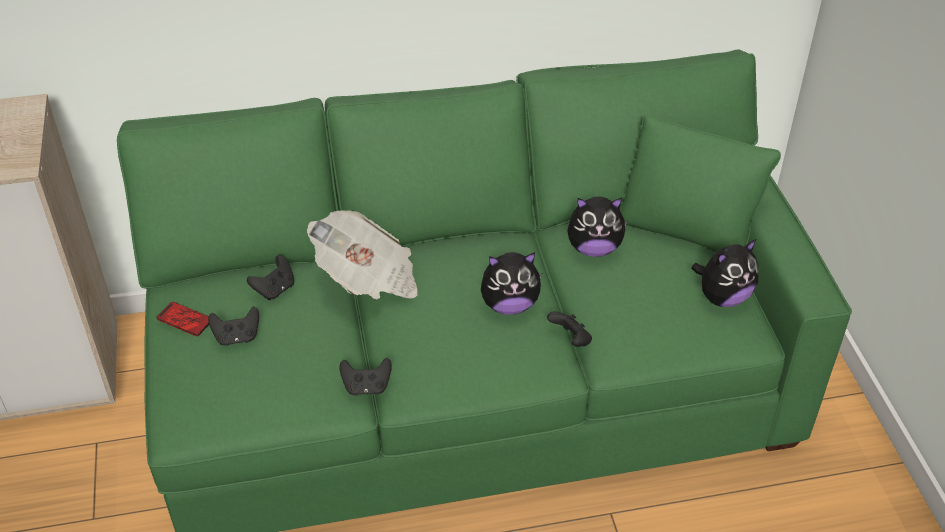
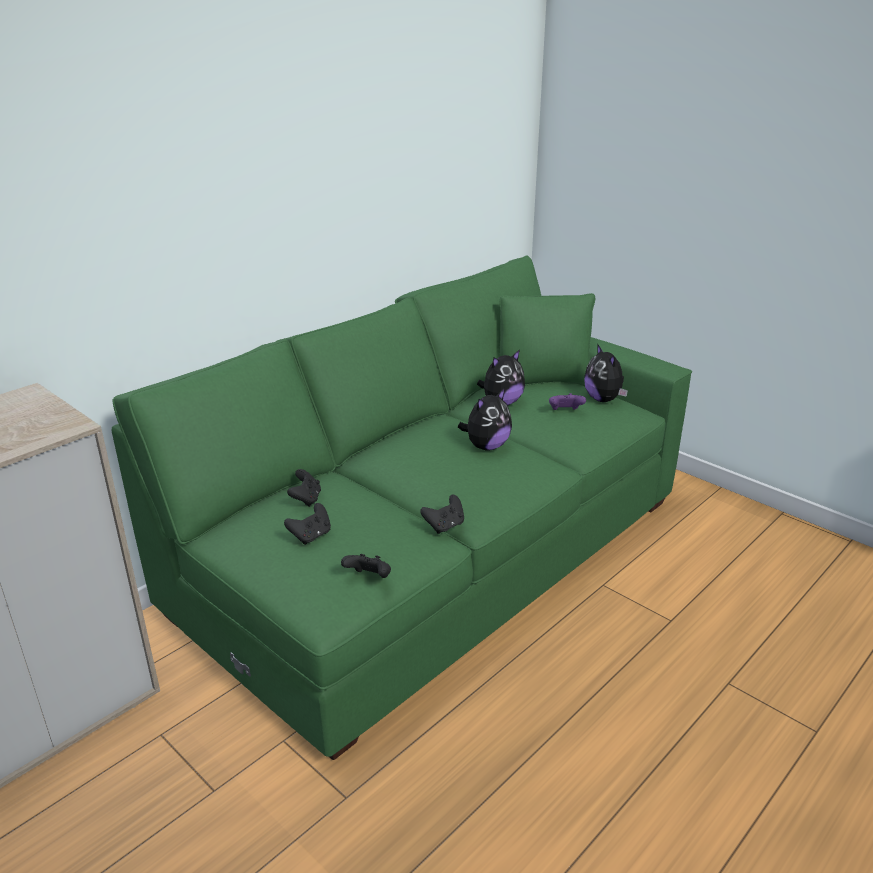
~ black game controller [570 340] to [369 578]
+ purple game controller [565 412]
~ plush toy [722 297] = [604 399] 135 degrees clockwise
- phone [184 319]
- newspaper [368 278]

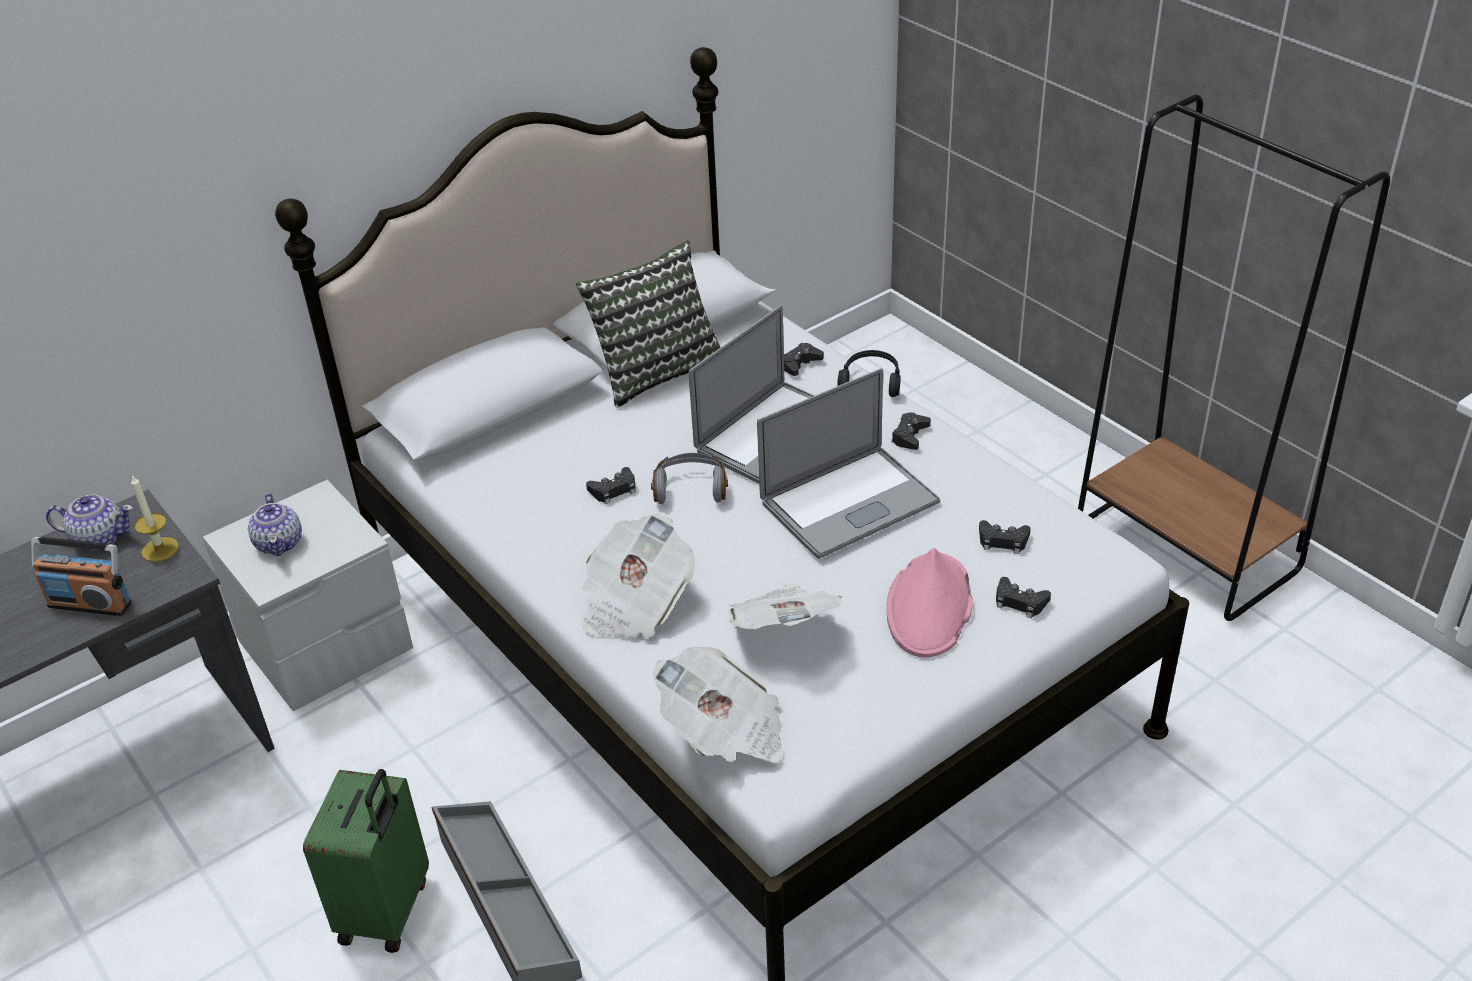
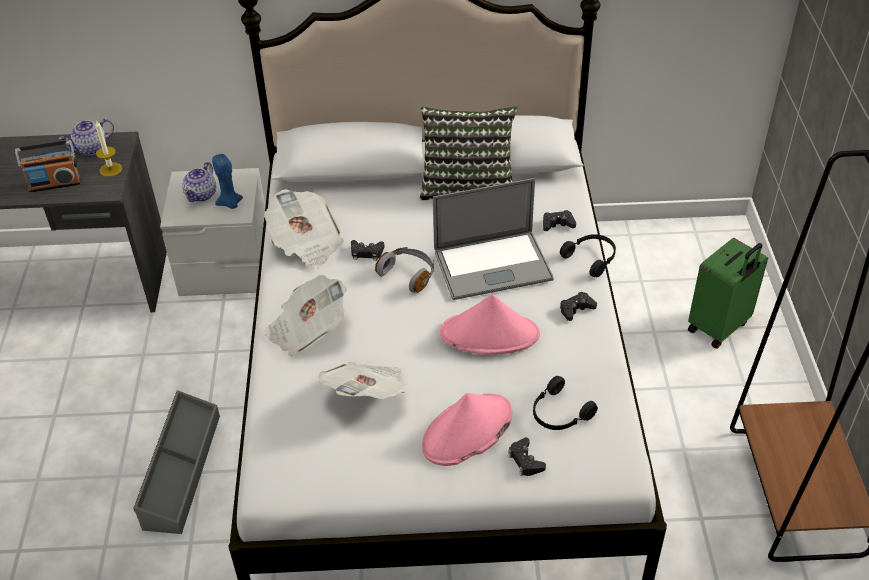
~ radio [90 603] = [55 184] 60 degrees counterclockwise
~ teapot [99 538] = [92 148] 105 degrees clockwise
+ blue candle [230 204]
~ newspaper [724 731] to [306 244]
~ laptop [849 502] to pink hat [490 334]
~ black game controller [1003 541] to black headphones [559 413]
~ green suitcase [387 911] to [719 327]

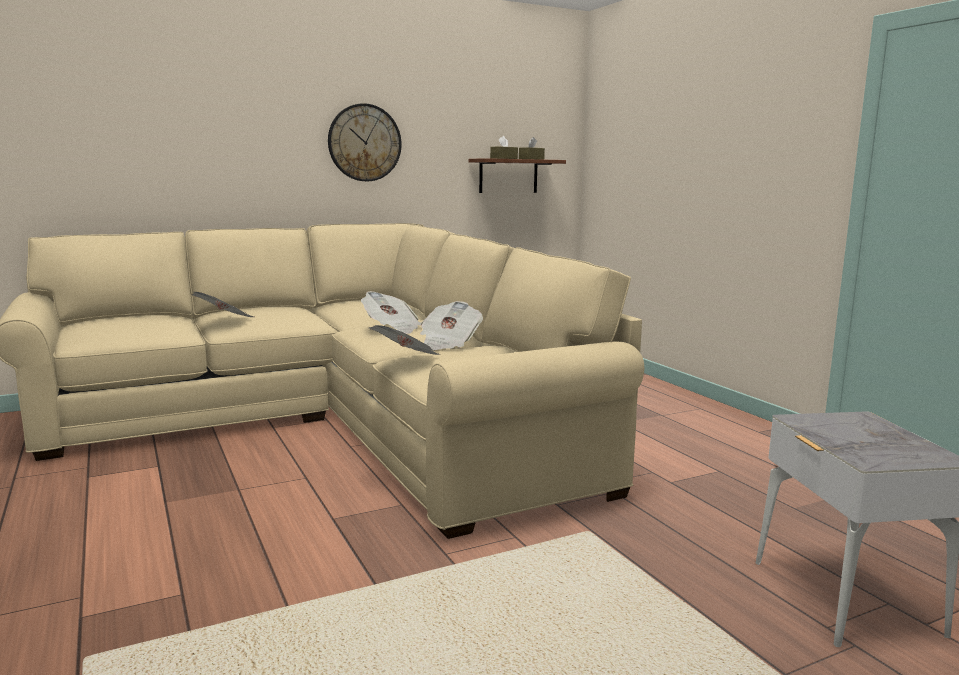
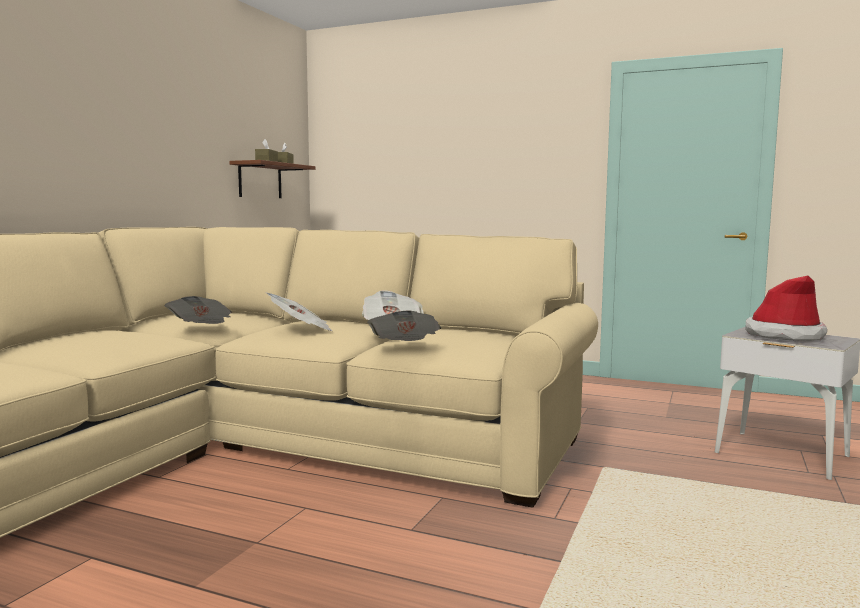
~ newspaper [225 320] to [201 328]
+ hat [784 335]
- wall clock [364 143]

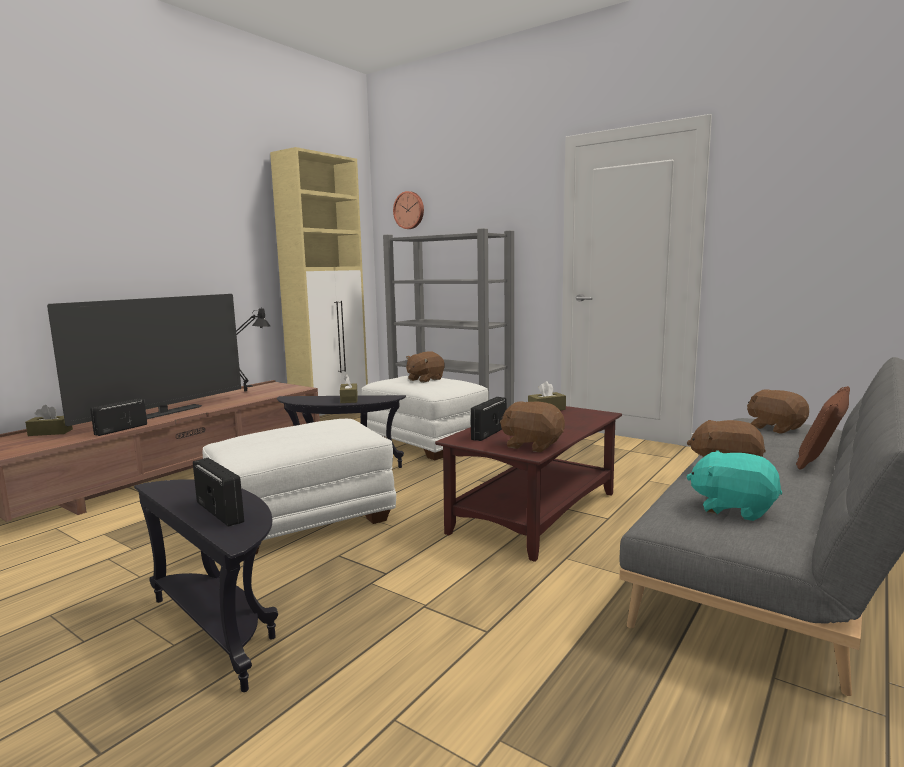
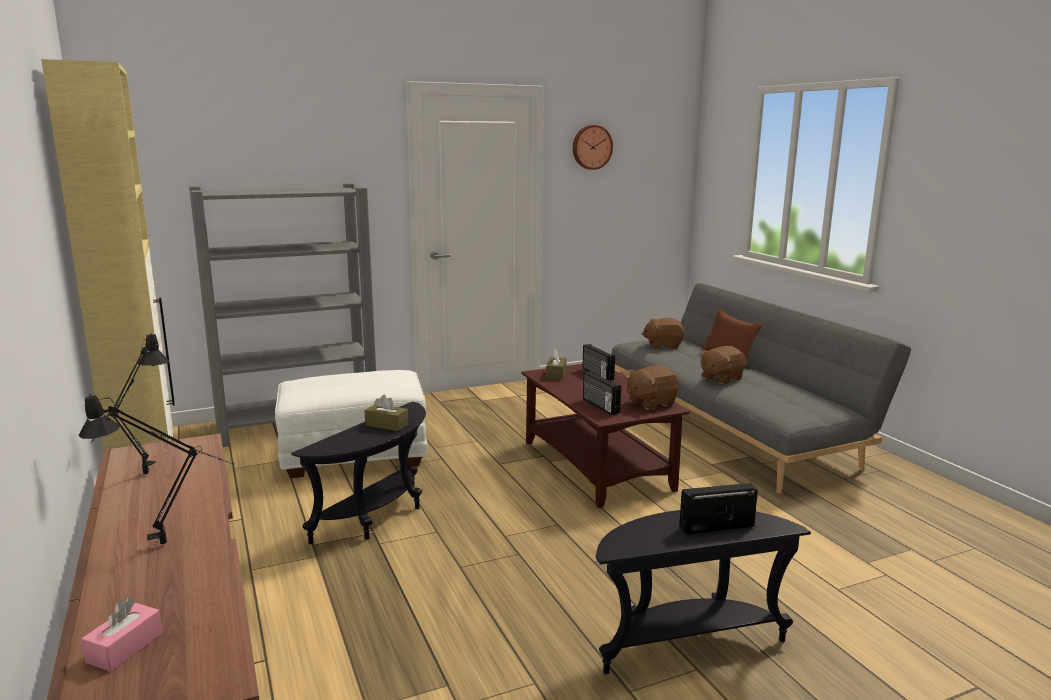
~ television [164 413] to black table lamp [173 543]
~ brown tissue box [50 432] to pink tissue box [125 647]
~ wall clock [409 210] to [591 147]
~ radio [120 429] to [597 374]
- white ottoman [303 520]
- brown plush toy [424 379]
- turquoise plush toy [733 508]

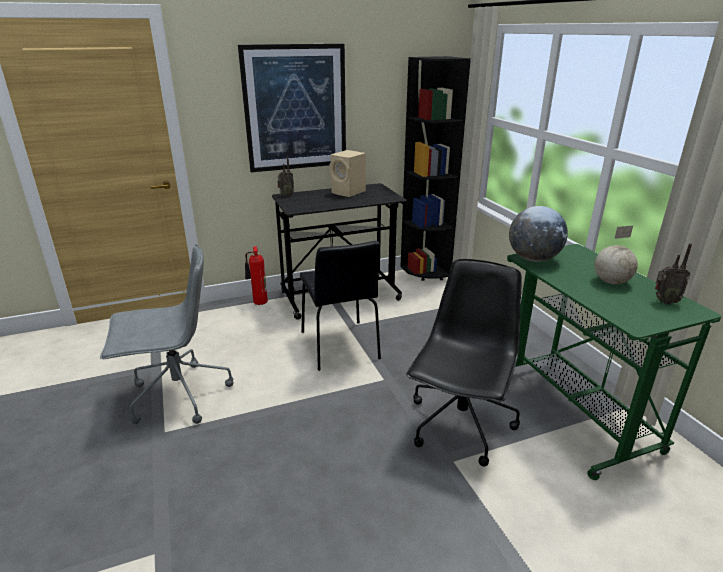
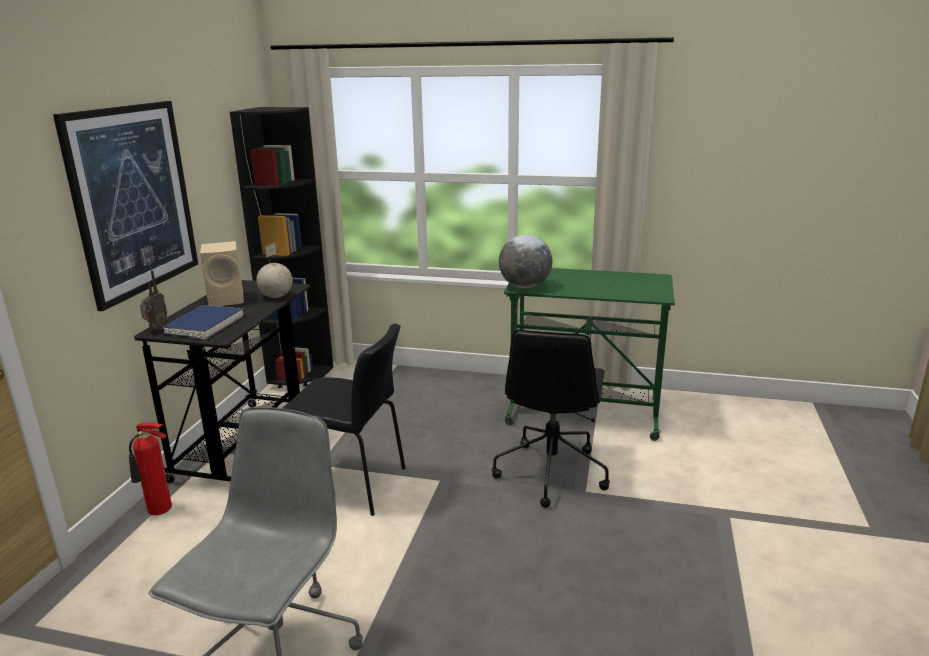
+ blue book [204 325]
~ globe [610 282] to [276 297]
~ black office chair [459 429] = [551 470] 135 degrees counterclockwise
- radio [664 301]

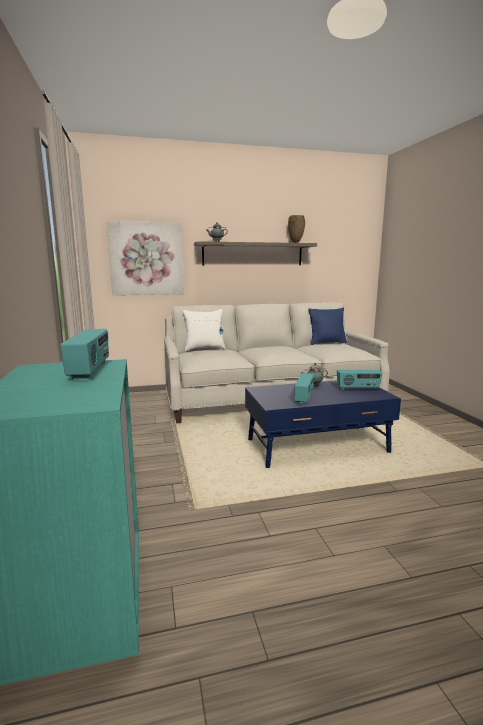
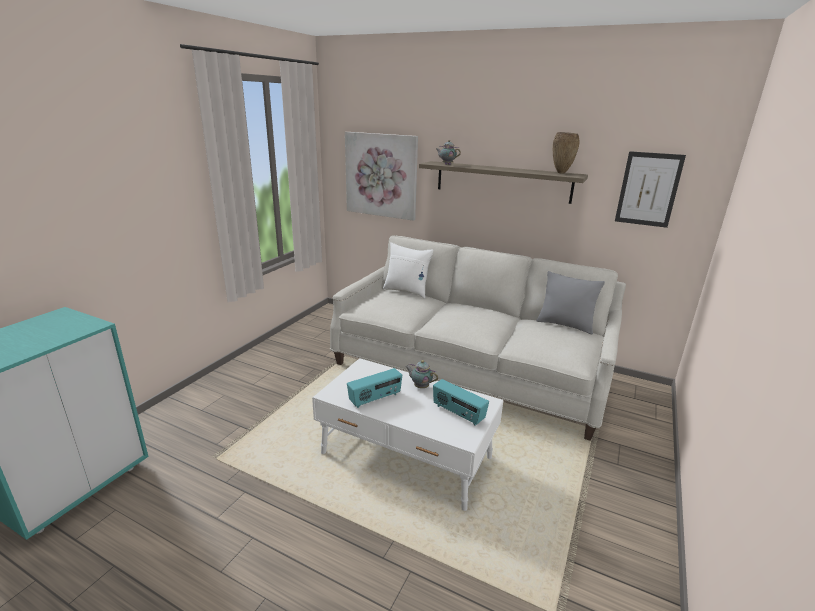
~ blue coffee table [317 446] to white coffee table [407 455]
~ blue pillow [327 343] to grey pillow [565 325]
+ picture [648 189]
- radio [90 371]

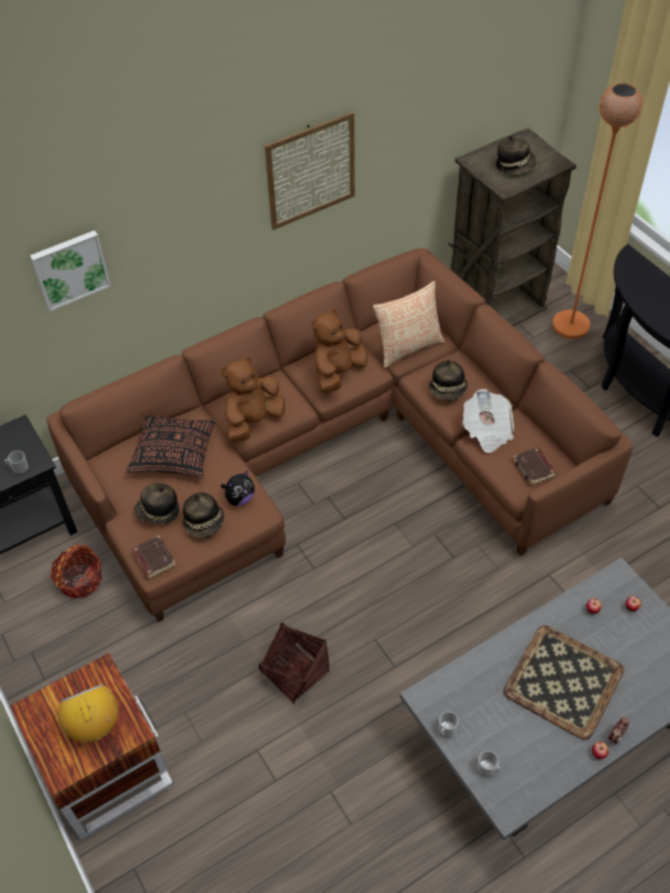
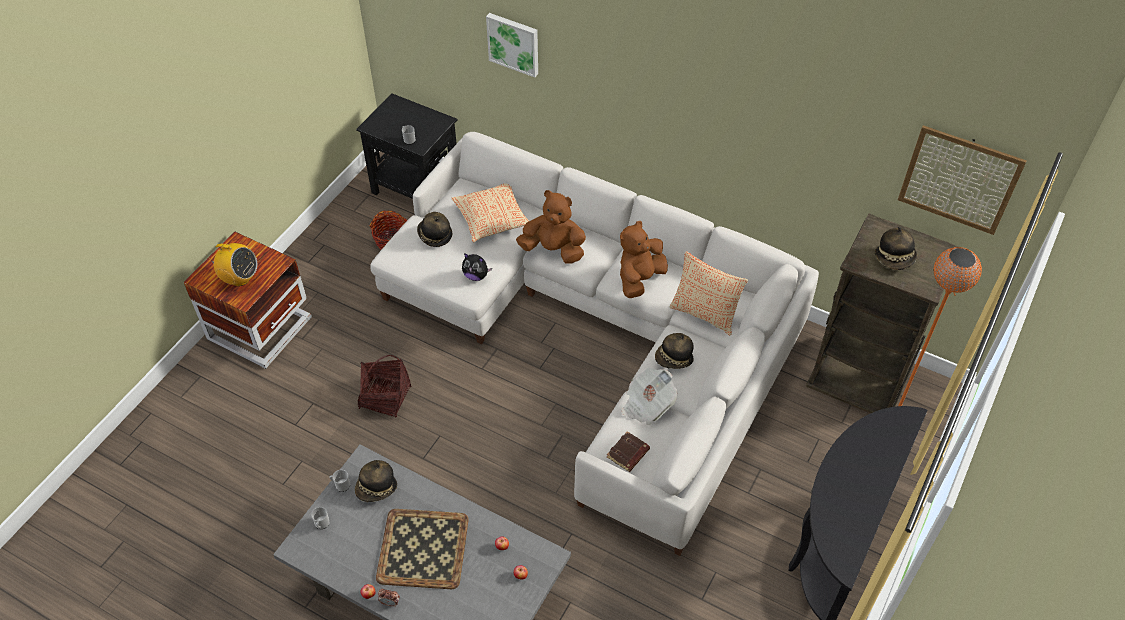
~ radio [95 725] = [240 278] 75 degrees clockwise
~ hat [204 523] to [376 489]
~ brown sofa [333 452] to white sofa [601 331]
~ black pillow [174 454] to beige pillow [492 219]
~ brown plush toy [338 373] = [639 279] 60 degrees counterclockwise
~ picture [310 169] to [960 178]
- brown book [153 559]

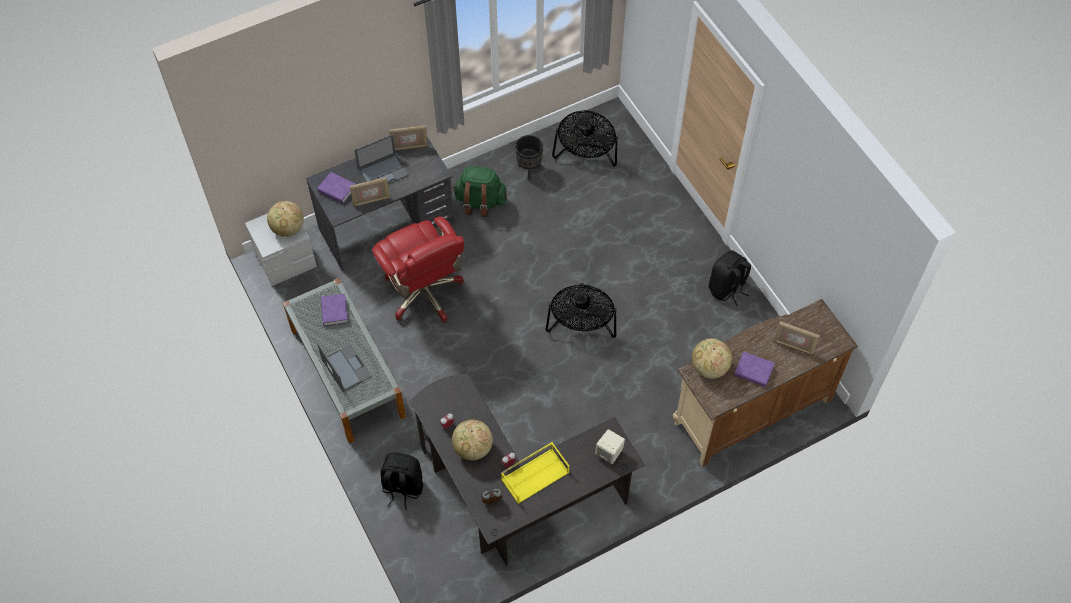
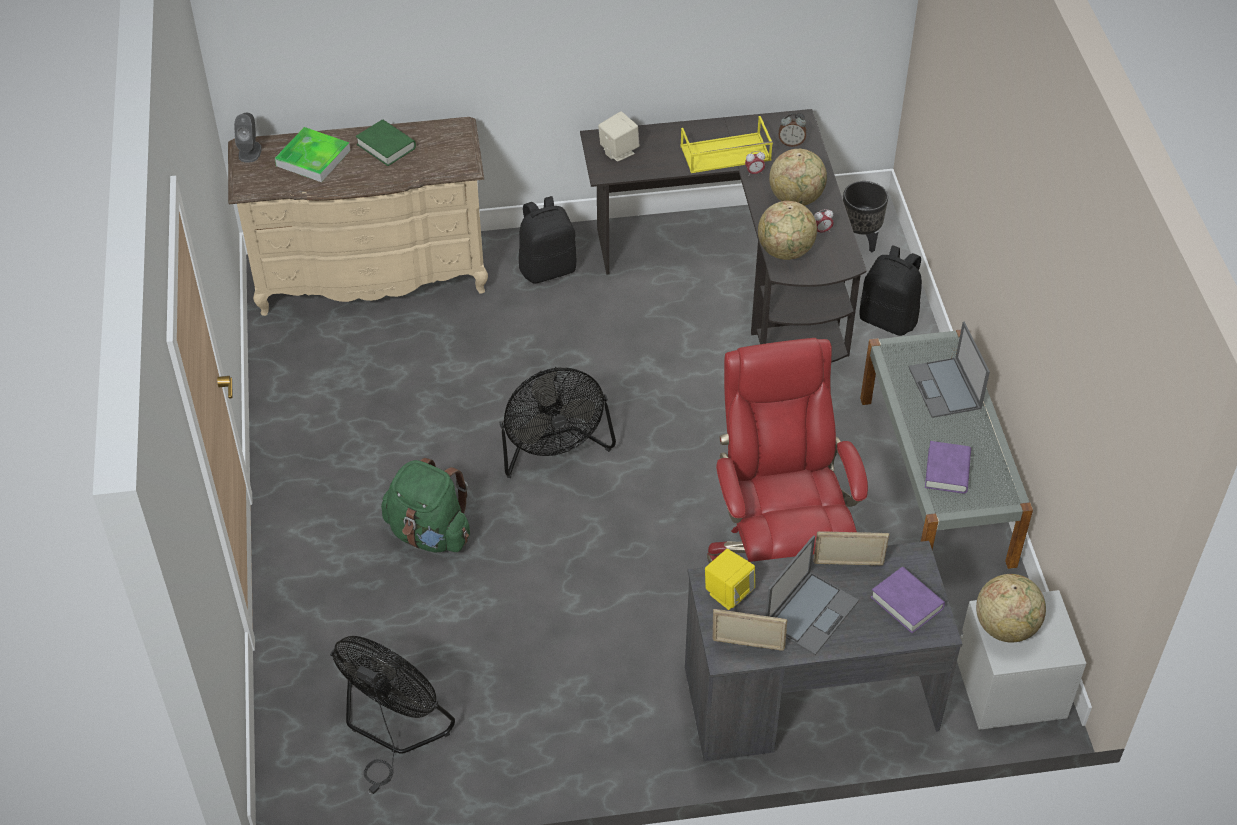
+ grey speaker [250 151]
~ picture frame [793 346] to tray [313 158]
~ purple book [753 371] to green book [386 146]
~ green backpack [480 202] to [429 533]
~ black fan [579 322] = [548 448] 135 degrees clockwise
~ black backpack [727 289] to [548 268]
+ yellow speaker [728 593]
~ globe [709 367] to [785 251]
~ laptop [383 172] = [811 612] 135 degrees clockwise
~ black planter [529 169] to [859 241]

